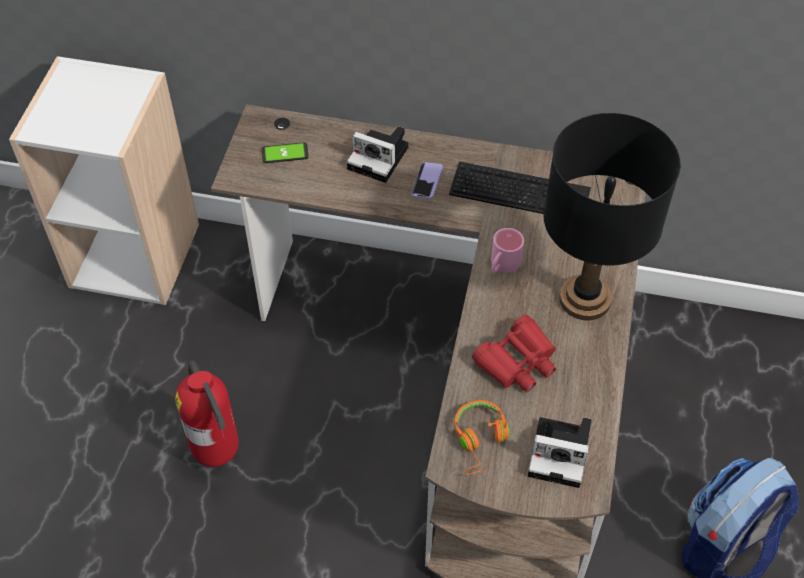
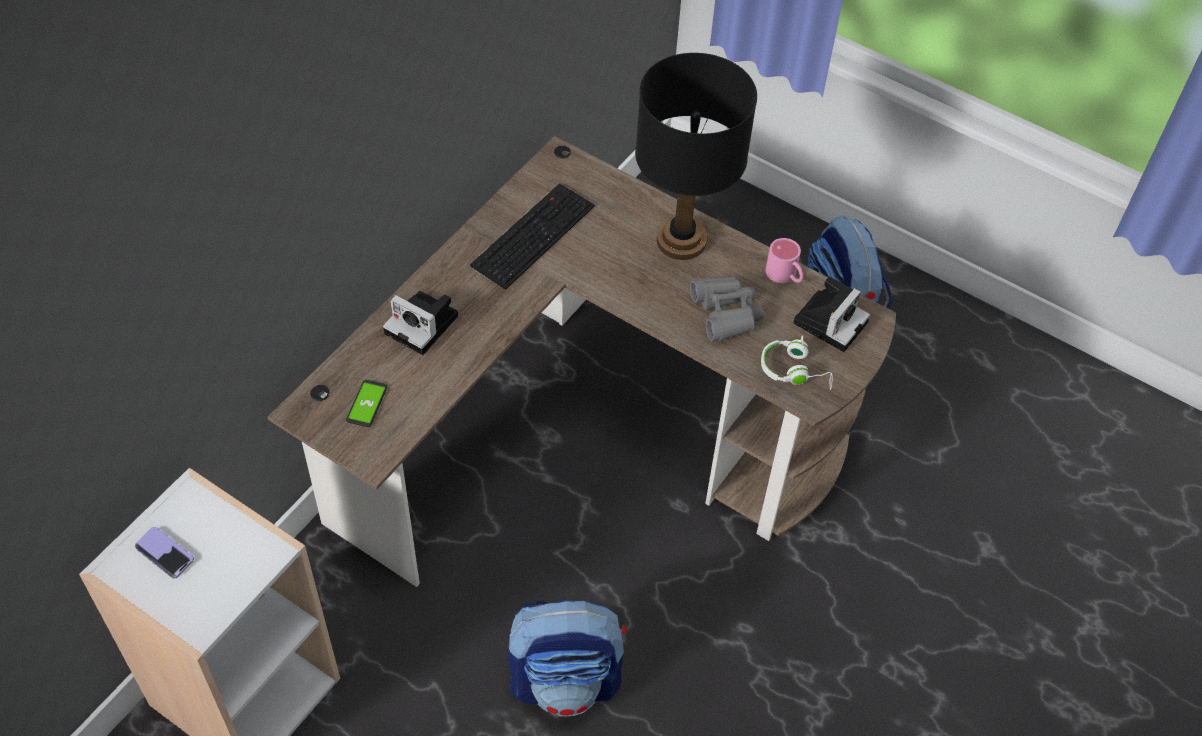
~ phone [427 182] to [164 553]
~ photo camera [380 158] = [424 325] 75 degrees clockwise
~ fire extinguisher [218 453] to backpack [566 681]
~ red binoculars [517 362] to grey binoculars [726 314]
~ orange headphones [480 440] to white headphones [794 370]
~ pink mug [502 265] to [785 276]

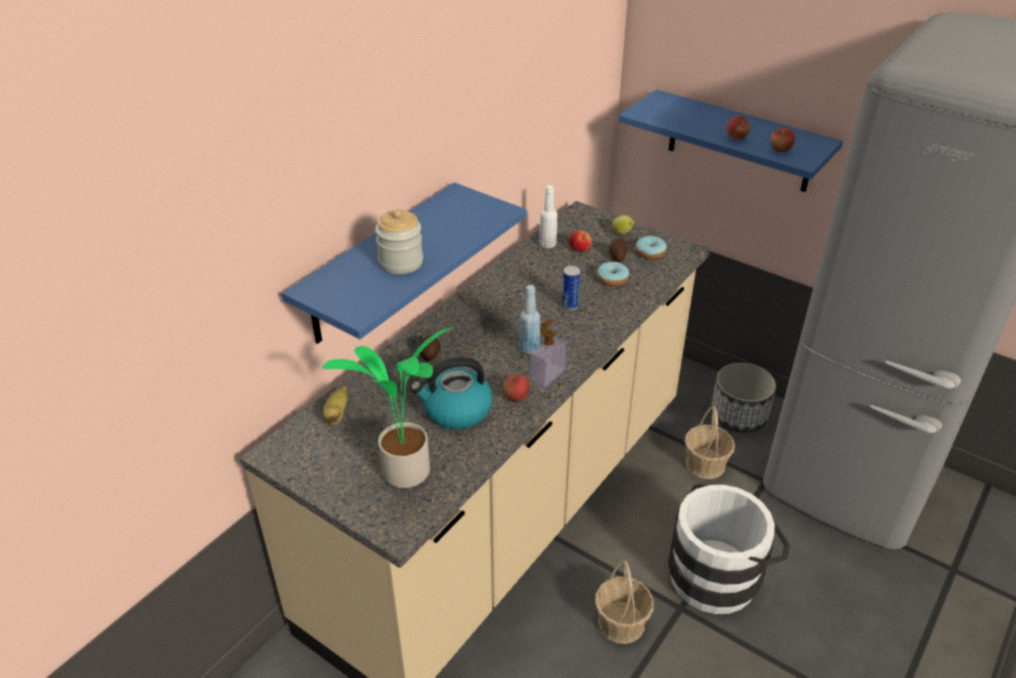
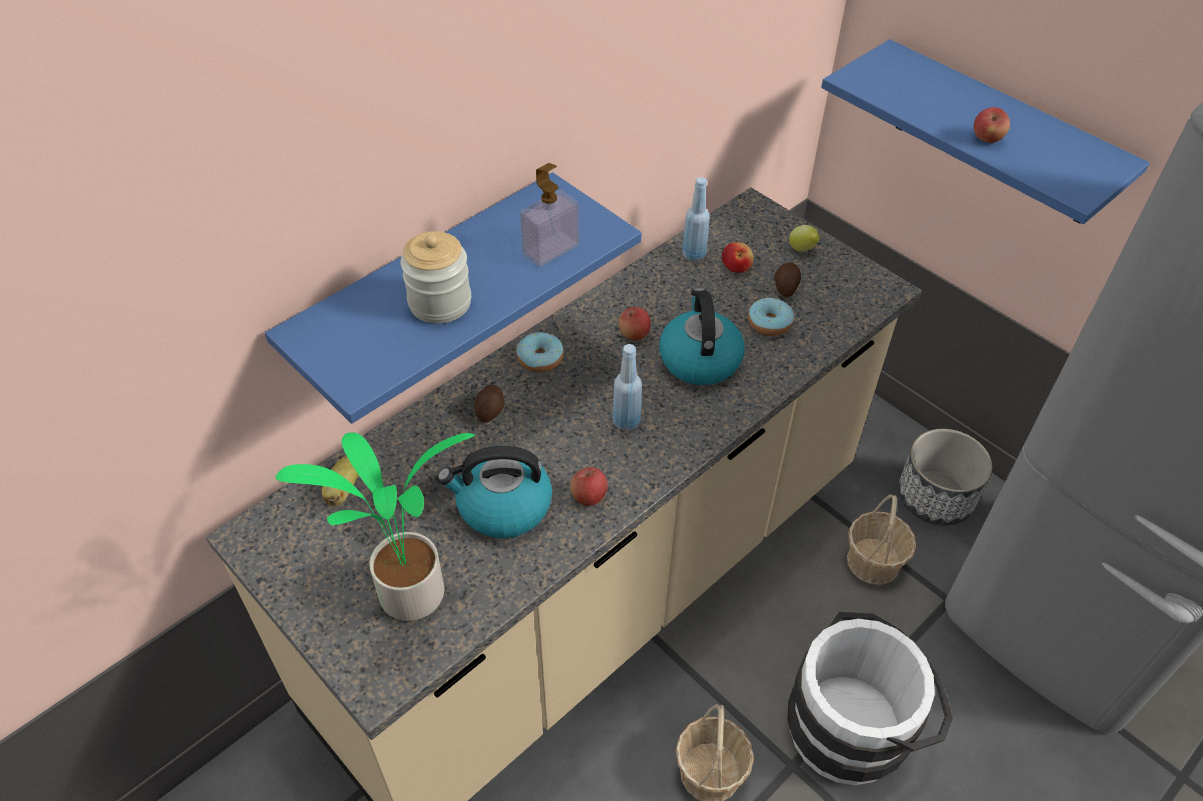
~ donut [650 252] to [540 359]
~ soap dispenser [547 376] to [551 250]
~ apple [780 150] to [634 334]
~ can [569 306] to kettle [699 359]
~ white bottle [547 244] to blue bottle [693 254]

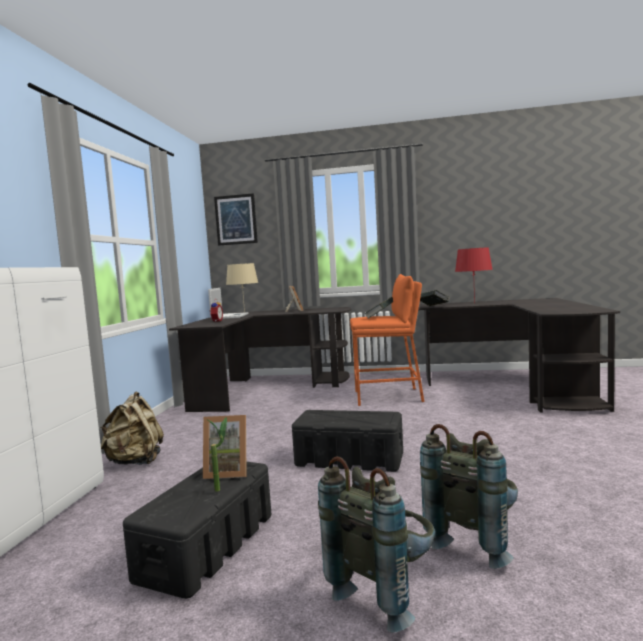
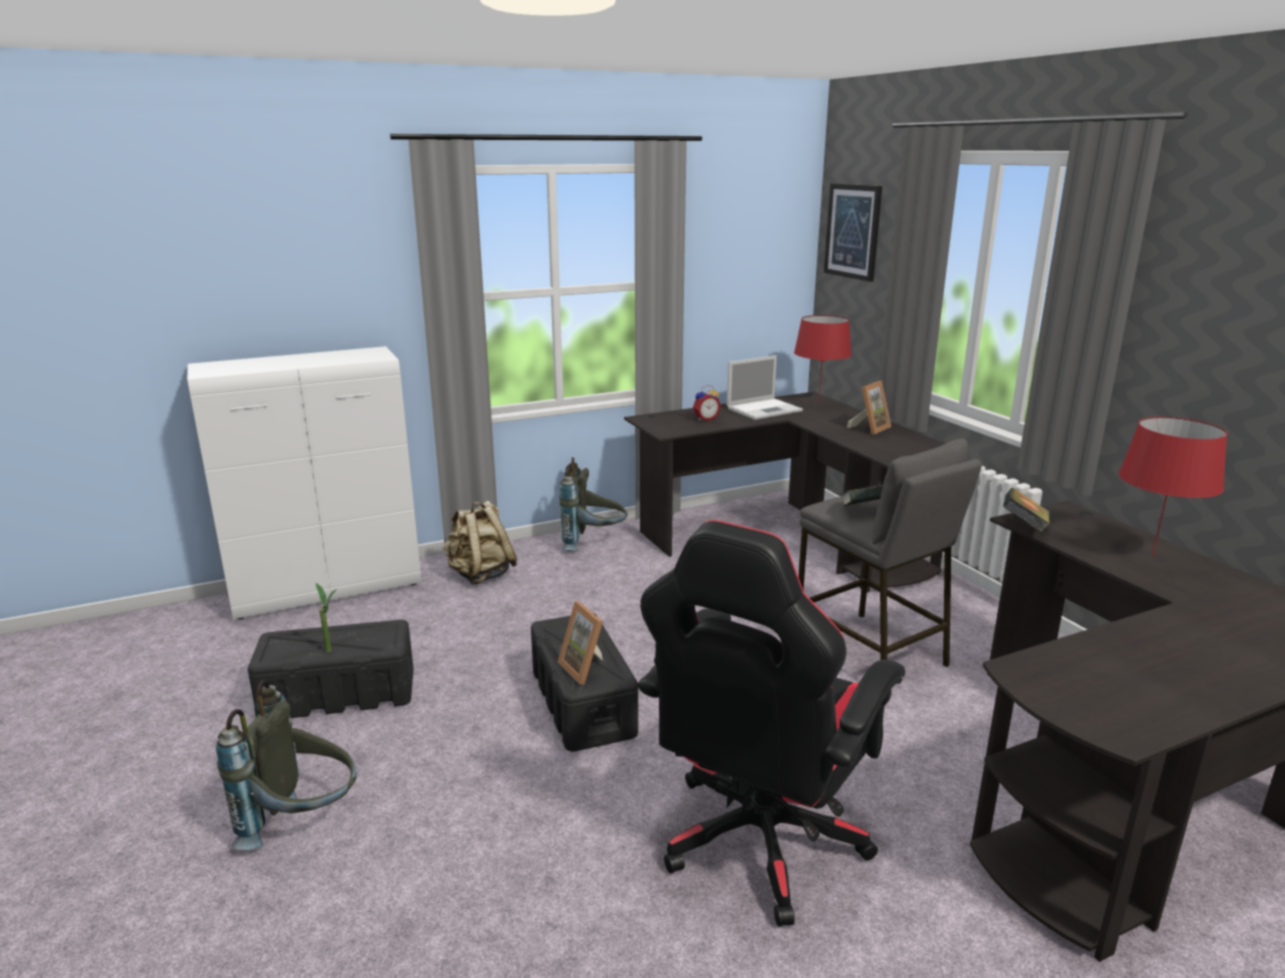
~ picture frame [228 471] to [586 668]
~ grey backpack [474 540] to [593 544]
+ black office chair [762 838]
~ beige table lamp [244 312] to red table lamp [819 403]
~ orange stool [388 396] to grey stool [870 653]

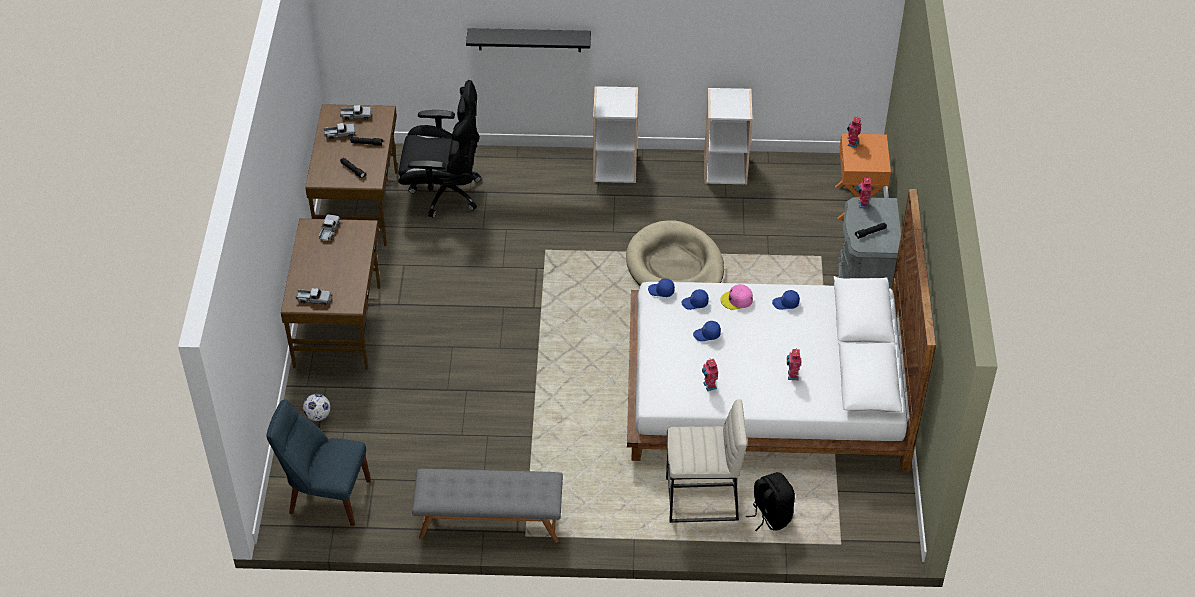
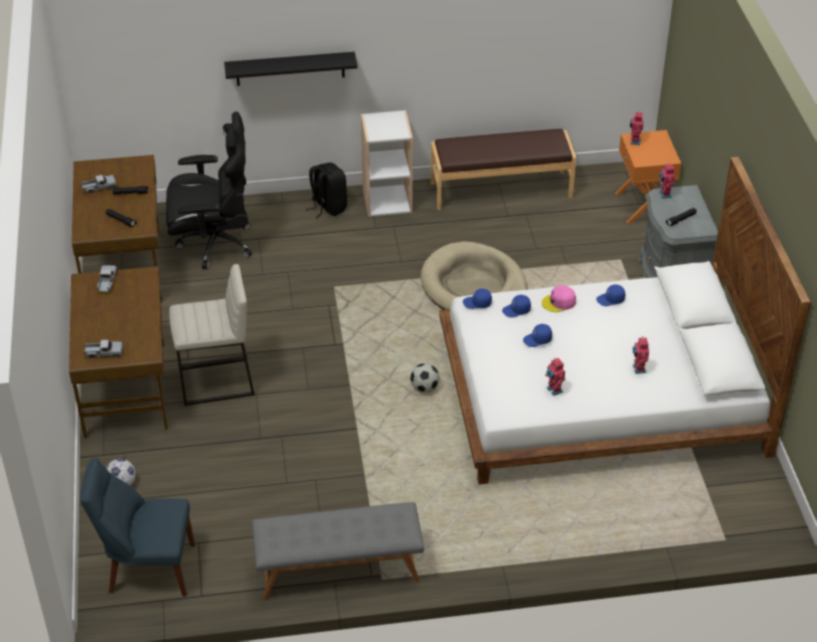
~ beige stool [702 499] to [216 381]
~ black backpack [770 516] to [328 207]
+ football [424 388]
~ bookcase [725 168] to brown bench [501 189]
- toy truck [356 116]

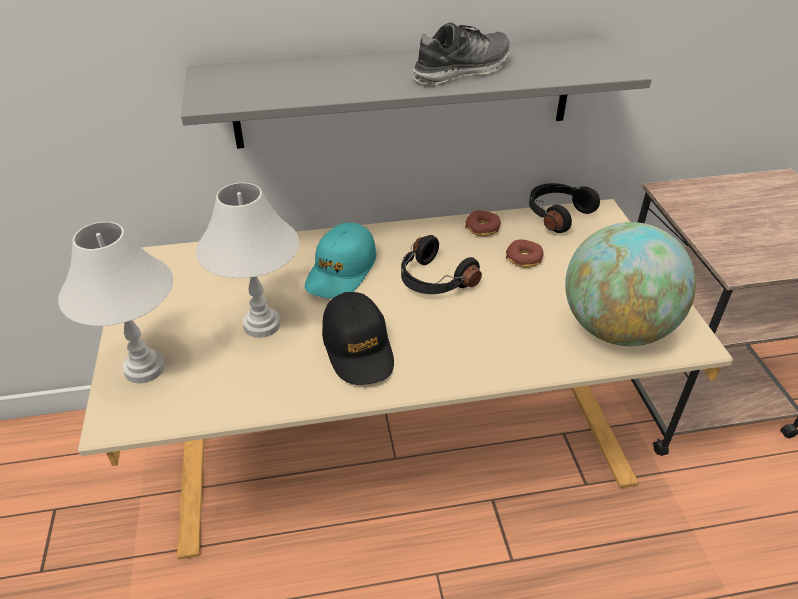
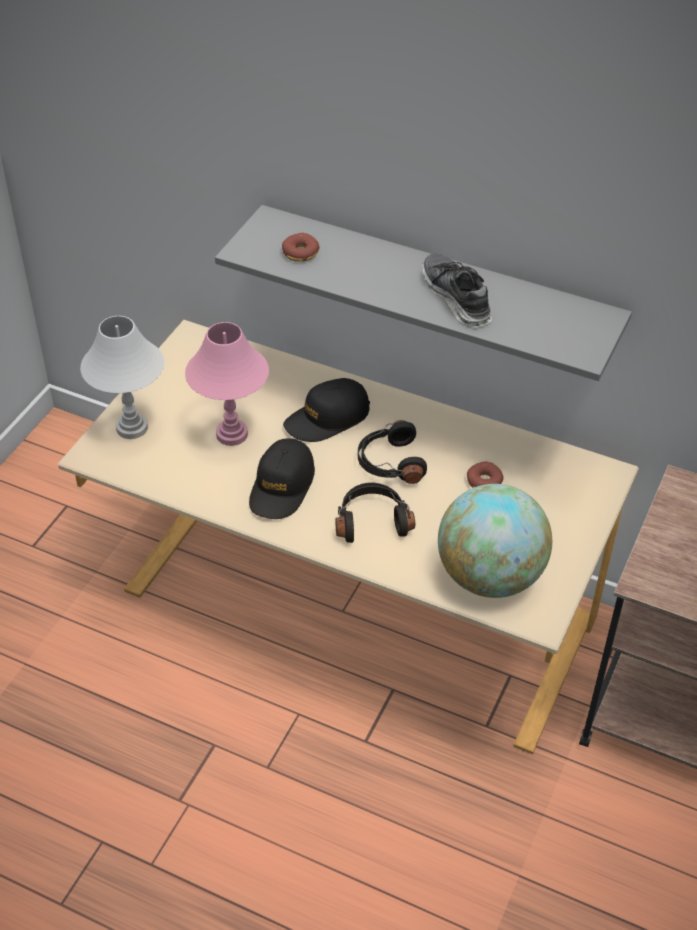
~ white table lamp [262 324] to pink table lamp [232 434]
~ donut [482 228] to [300 253]
~ turquoise cap [341 271] to black cap [327 418]
~ black headphones [557 214] to [372 520]
~ shoe [462 70] = [455 298] 120 degrees counterclockwise

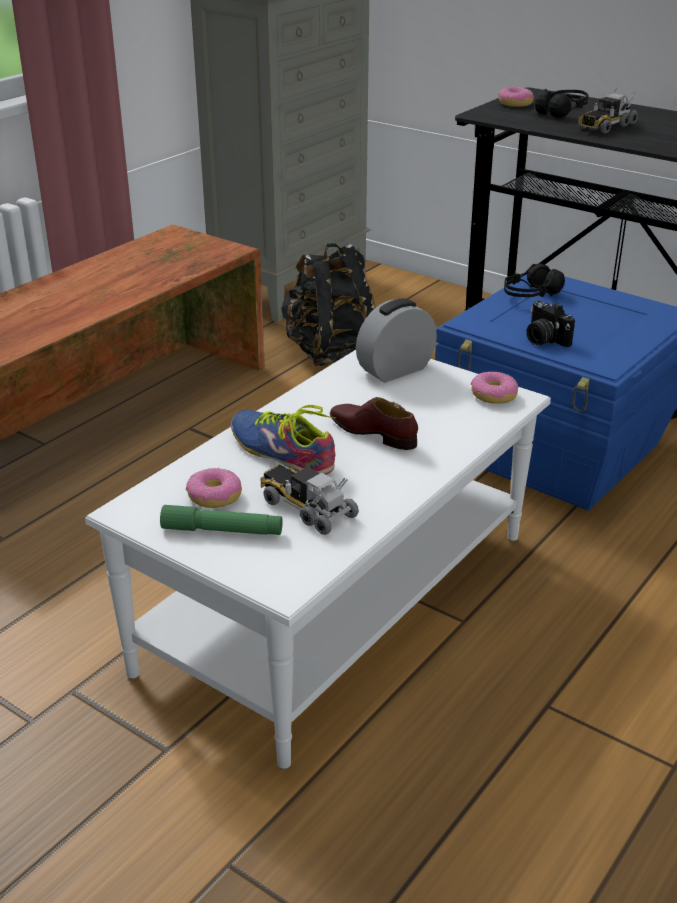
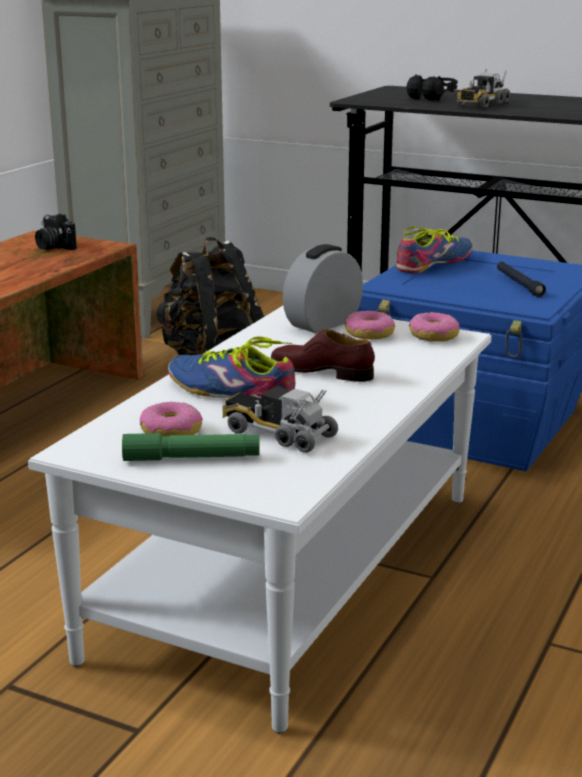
~ photo camera [544 339] to [53 247]
~ donut [515 104] to [369 334]
~ black headphones [530 295] to shoe [433 263]
+ black flashlight [519 284]

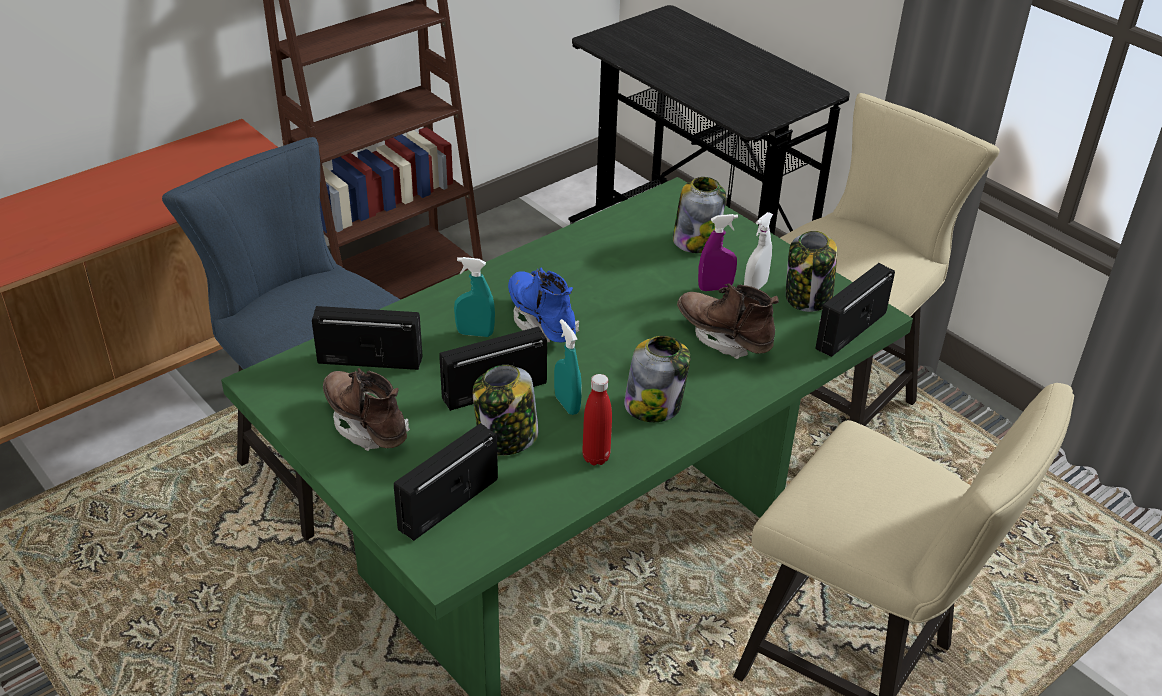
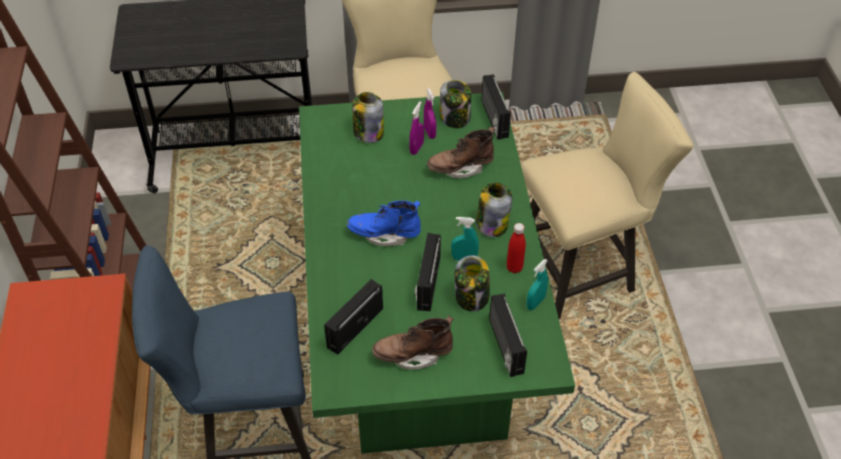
~ white spray bottle [755 287] to purple spray bottle [429 133]
~ turquoise spray bottle [475 333] to [535 303]

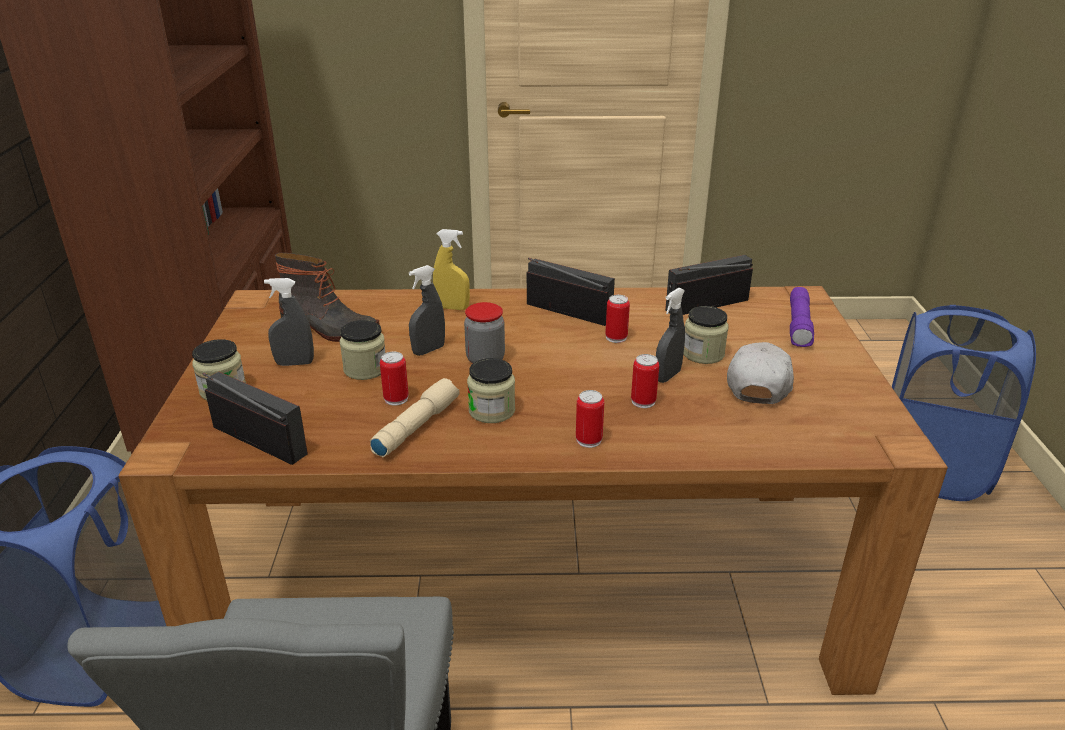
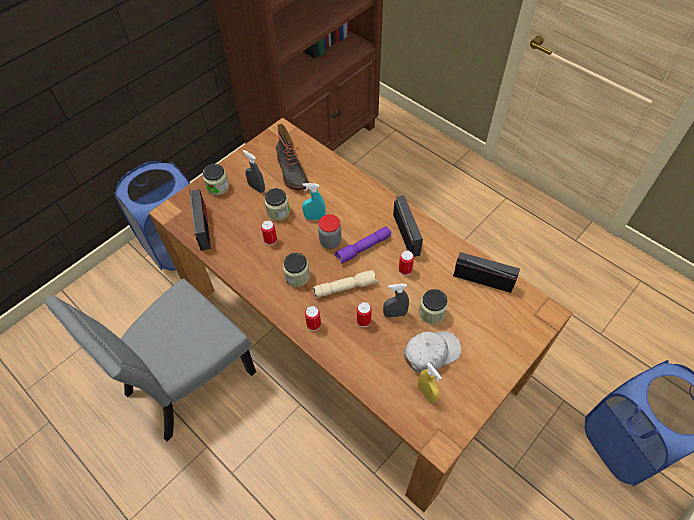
~ grey spray bottle [428 350] to turquoise spray bottle [314 217]
~ beige flashlight [416 426] to [345 287]
~ purple flashlight [800 325] to [363 249]
~ yellow spray bottle [452 308] to [426 393]

